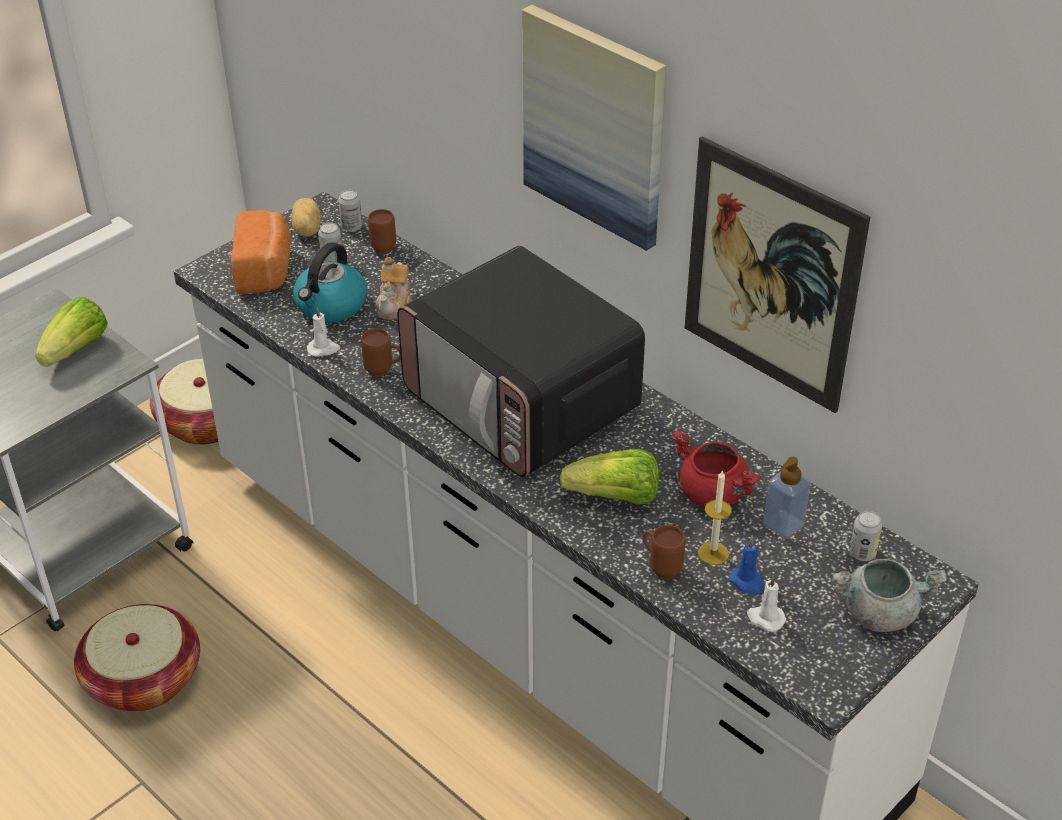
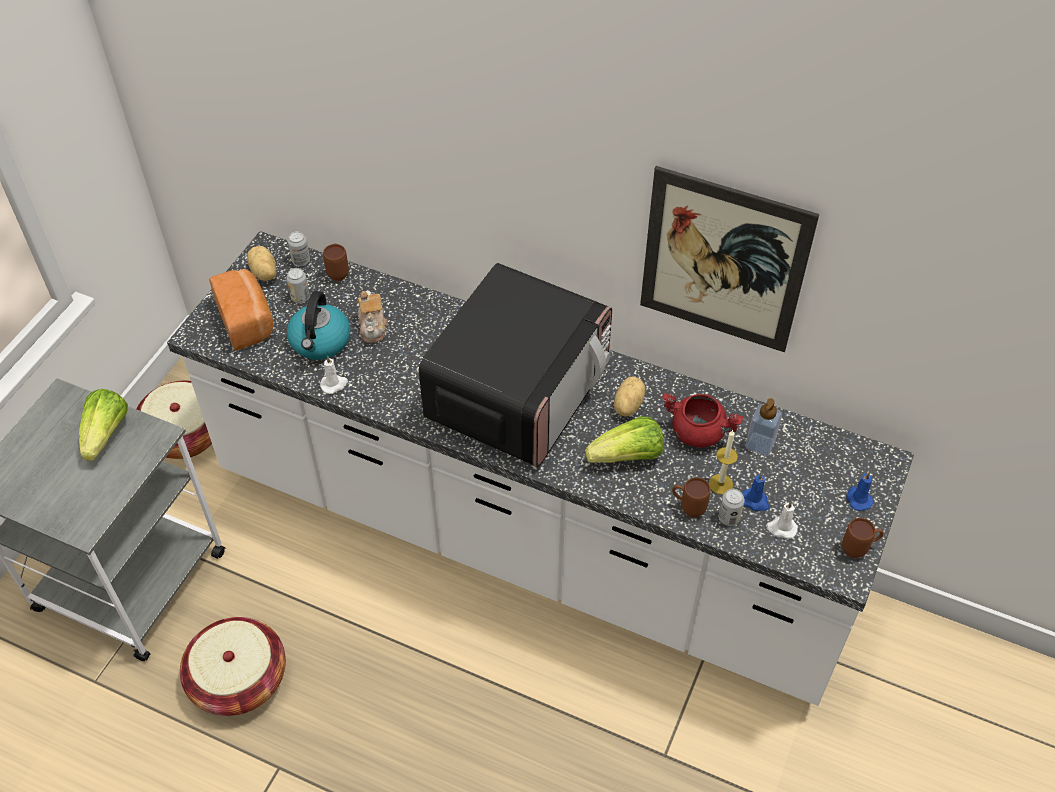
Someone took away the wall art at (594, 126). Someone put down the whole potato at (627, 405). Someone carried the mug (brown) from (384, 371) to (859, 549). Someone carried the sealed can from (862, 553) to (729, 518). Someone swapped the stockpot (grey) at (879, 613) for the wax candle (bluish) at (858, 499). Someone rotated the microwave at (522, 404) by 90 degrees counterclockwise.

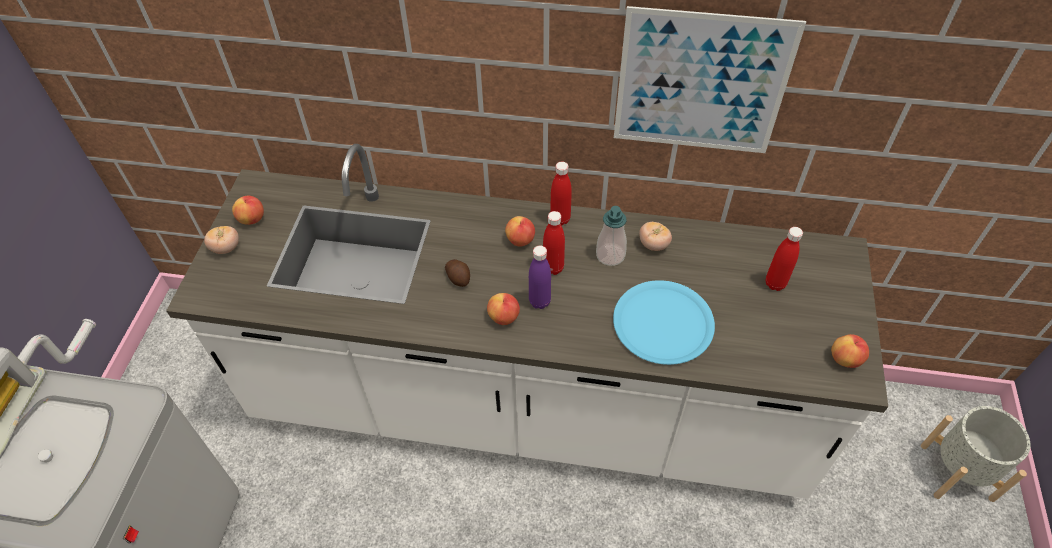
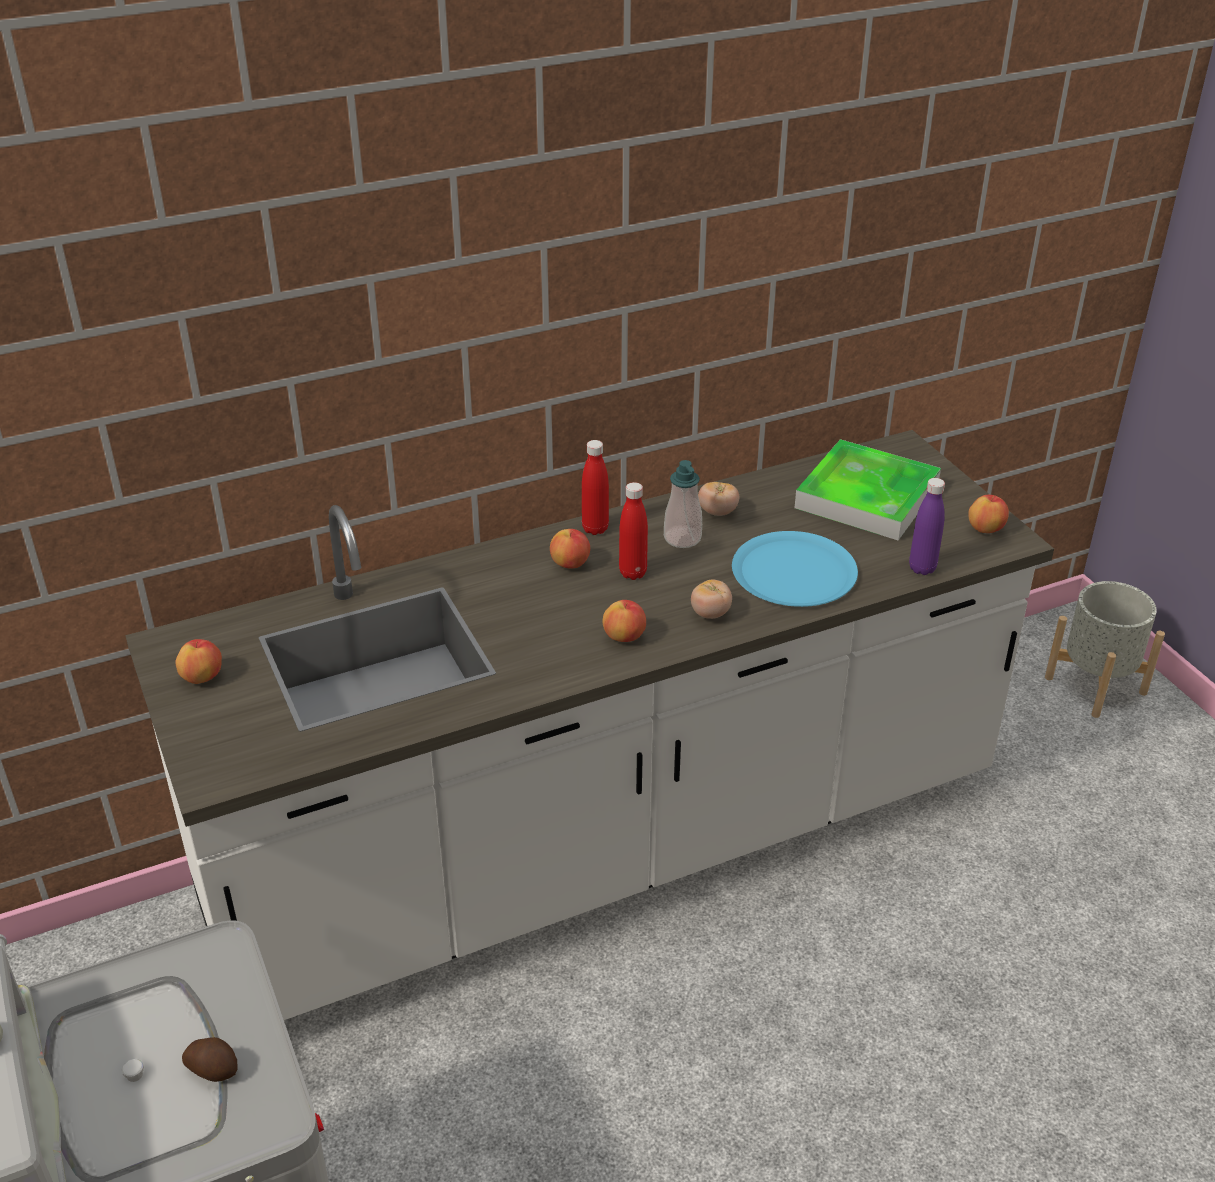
Someone took away the wall art at (701, 84). Someone carried the whole tomato from (226, 248) to (710, 613). Someone carried the whole potato from (458, 277) to (213, 1068). Someone carried the drink bottle (purple-coloured) from (539, 301) to (922, 568). Someone swapped the drink bottle (reddish) at (775, 283) for the carrying tray at (867, 497).

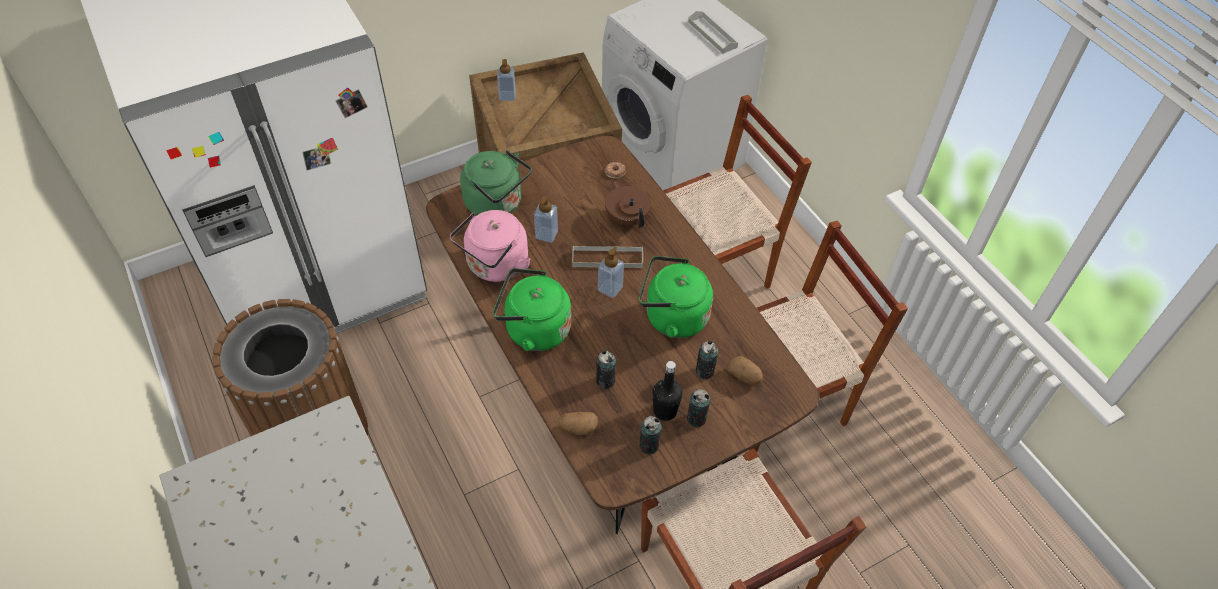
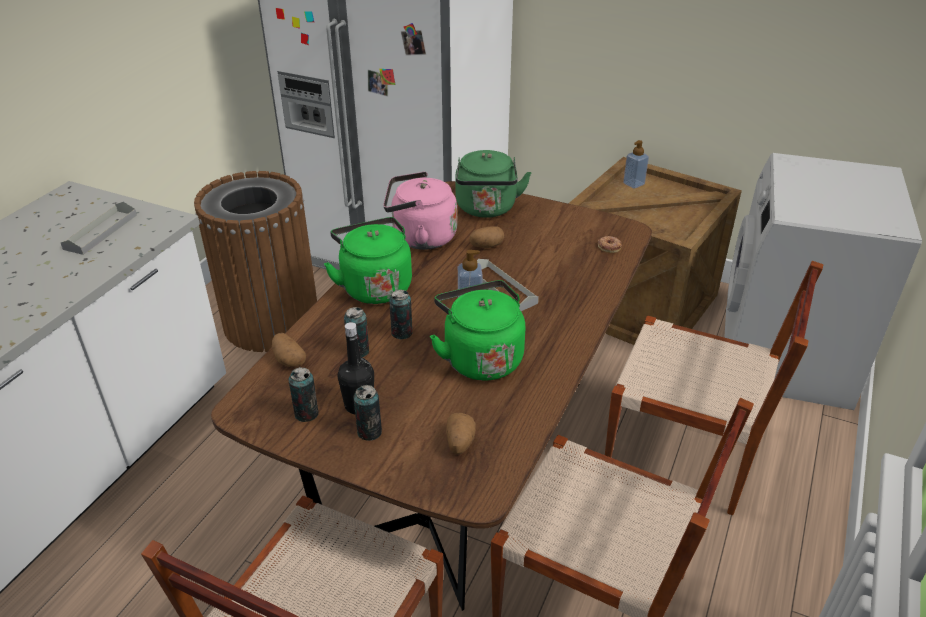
Someone took away the tea pot (brown) at (627, 218). Someone carried the carrying tray (grey) from (712, 34) to (101, 232). Someone carried the sealed can from (704, 371) to (402, 333). Someone swapped the liquid soap bottle at (546, 234) for the whole potato at (487, 245).

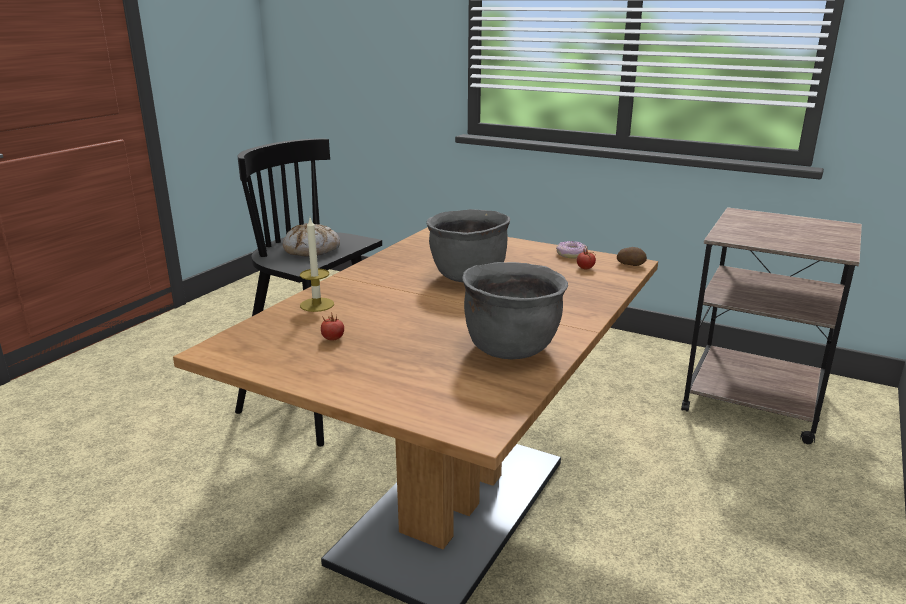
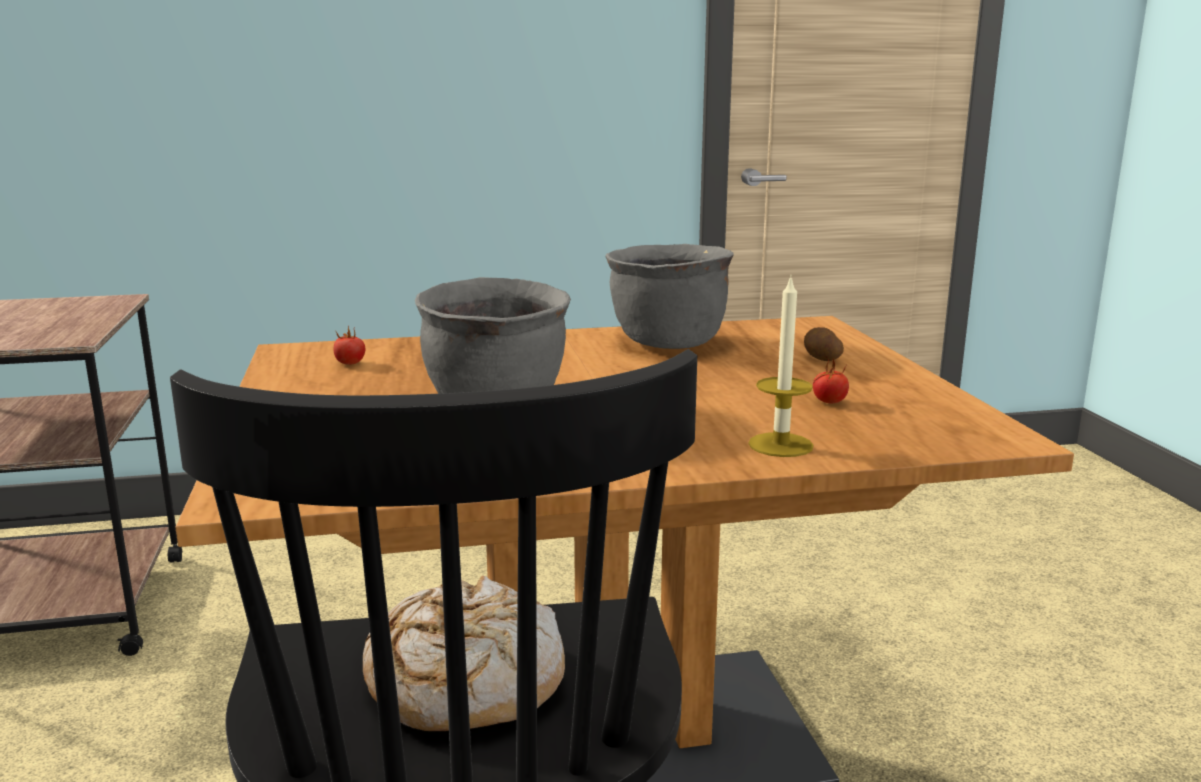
Someone took away the doughnut at (571, 254). Someone carried the whole potato from (630, 264) to (821, 358).

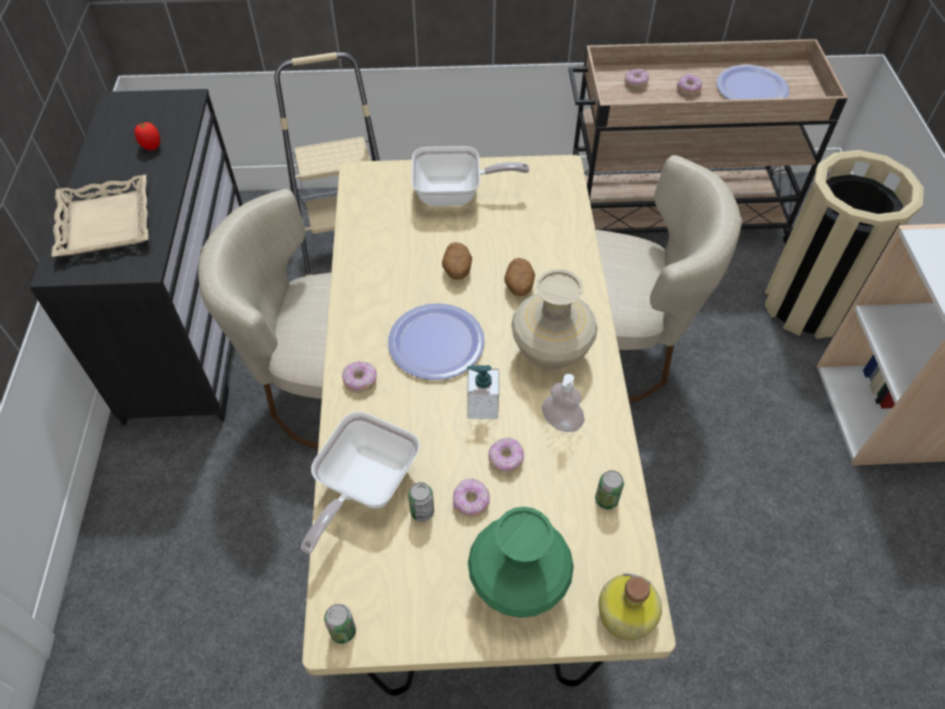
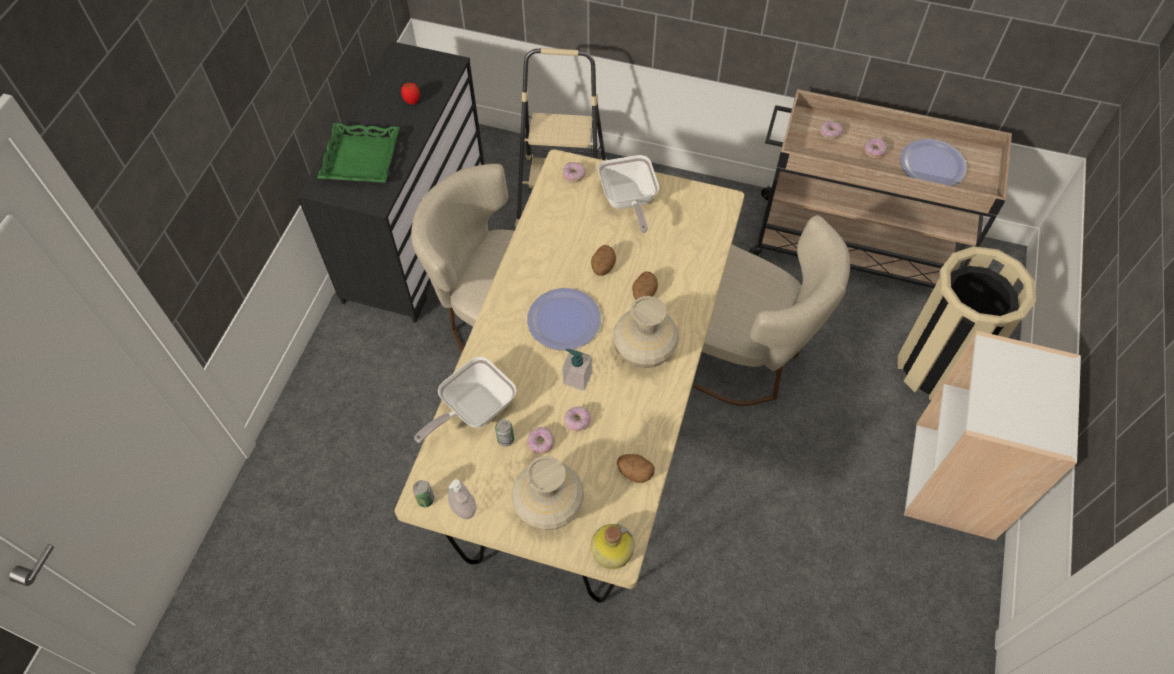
Someone carried the doughnut from (360, 381) to (574, 175). Someone carried the liquid soap bottle from (561, 422) to (463, 507). Someone swapped the sealed can at (606, 500) for the whole potato at (635, 472). Someone repainted the carrying tray (beige) at (104, 223), which became the carrying tray (green) at (360, 158). Someone repainted the vase (green) at (519, 584), which became the vase (beige) at (550, 508). Someone rotated the frying pan at (455, 195) by 60 degrees clockwise.

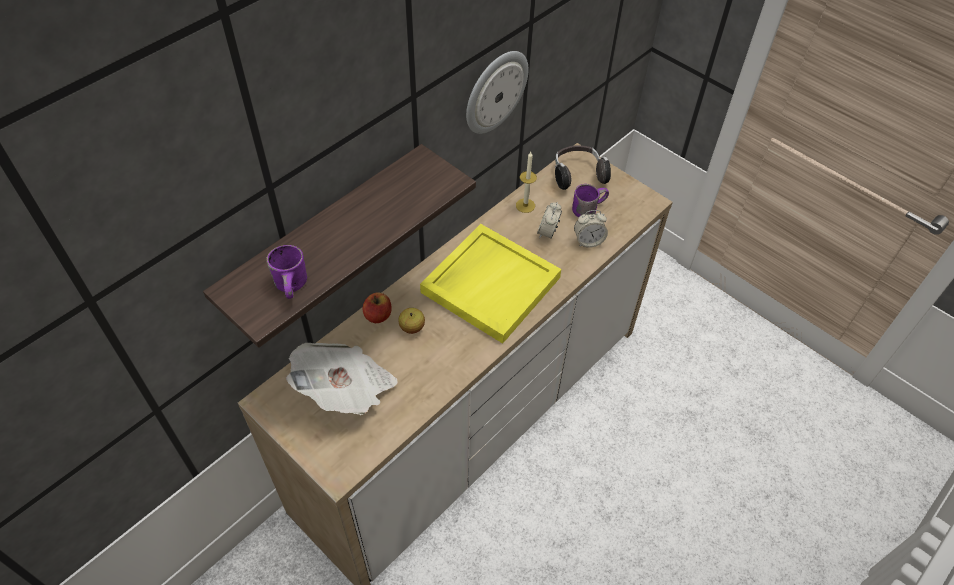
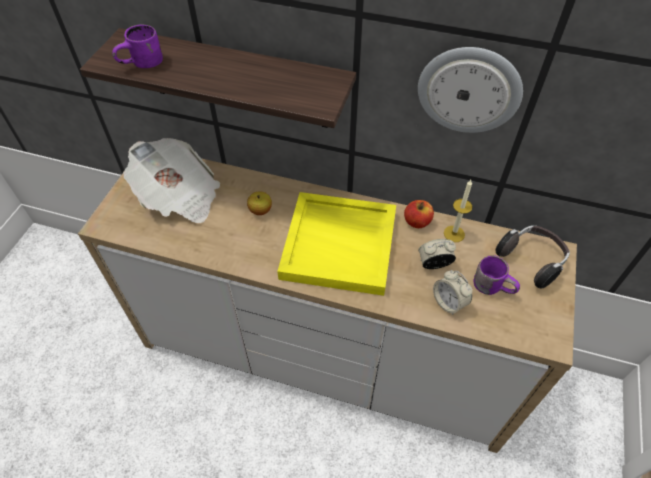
Someone carried the apple from (378, 315) to (417, 222).

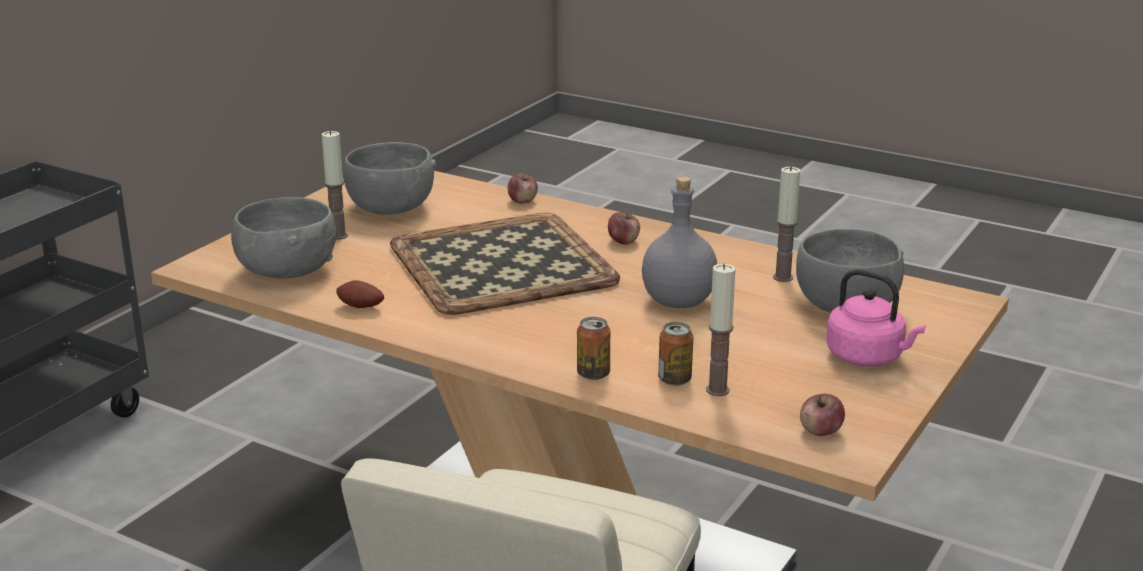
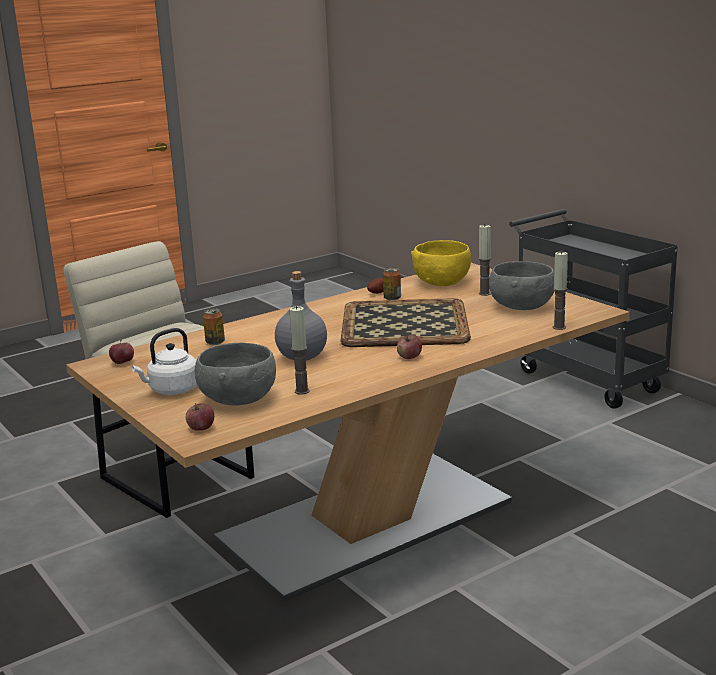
Someone carried the apple from (522, 201) to (201, 428). Someone carried the sealed can from (593, 374) to (392, 298). Someone carried the wax candle from (717, 390) to (559, 327). Someone repainted the deep dish (grey) at (286, 271), which became the deep dish (yellow) at (441, 282). Someone repainted the kettle (pink-coloured) at (868, 357), which became the kettle (whitish) at (172, 390).

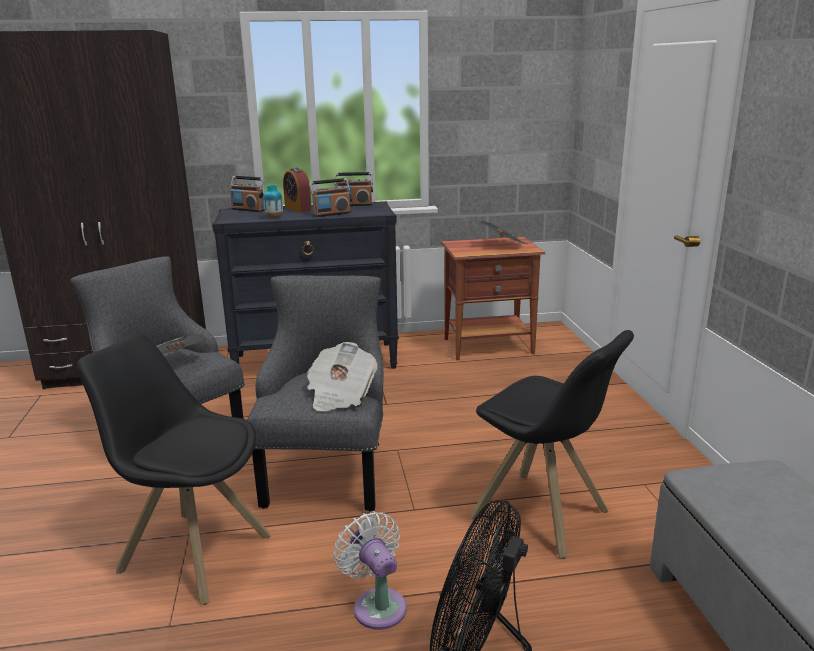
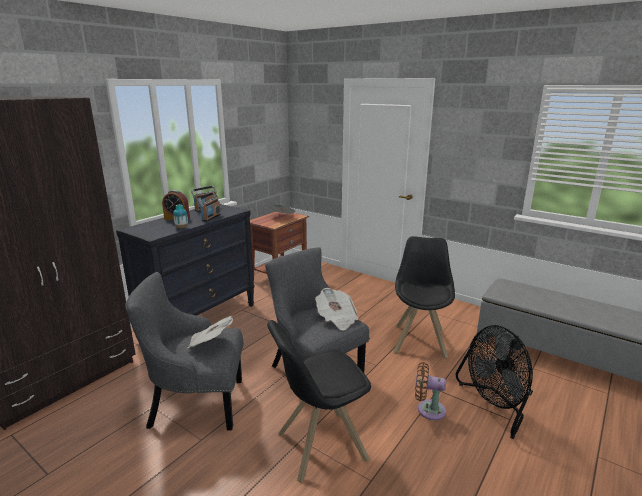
Someone took away the radio at (248, 210). Someone repainted the cooling fan (whitish) at (377, 605), which became the cooling fan (brown) at (428, 409). Someone rotated the chair (blackish) at (541, 514) by 75 degrees counterclockwise.

